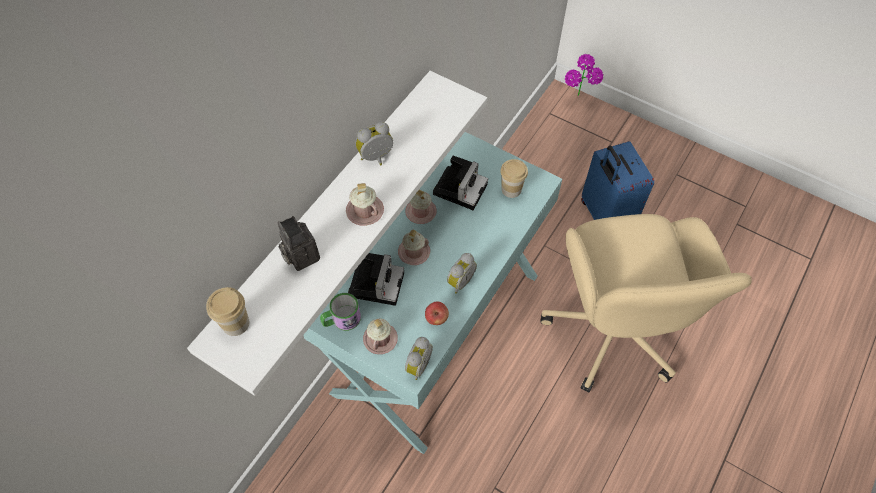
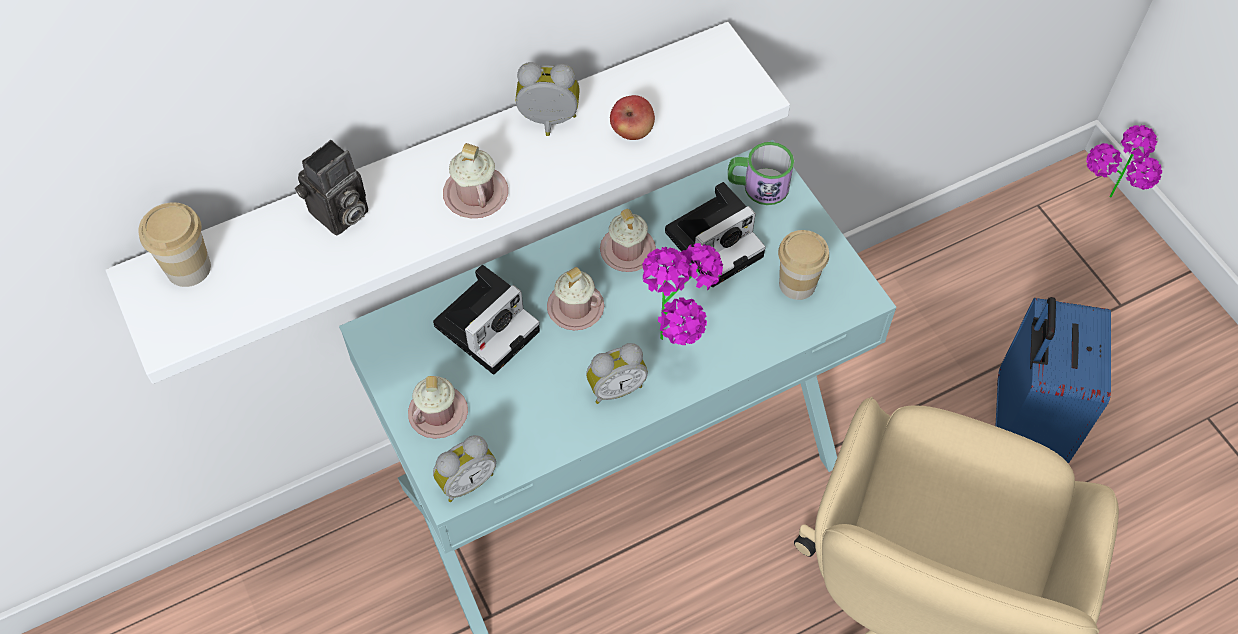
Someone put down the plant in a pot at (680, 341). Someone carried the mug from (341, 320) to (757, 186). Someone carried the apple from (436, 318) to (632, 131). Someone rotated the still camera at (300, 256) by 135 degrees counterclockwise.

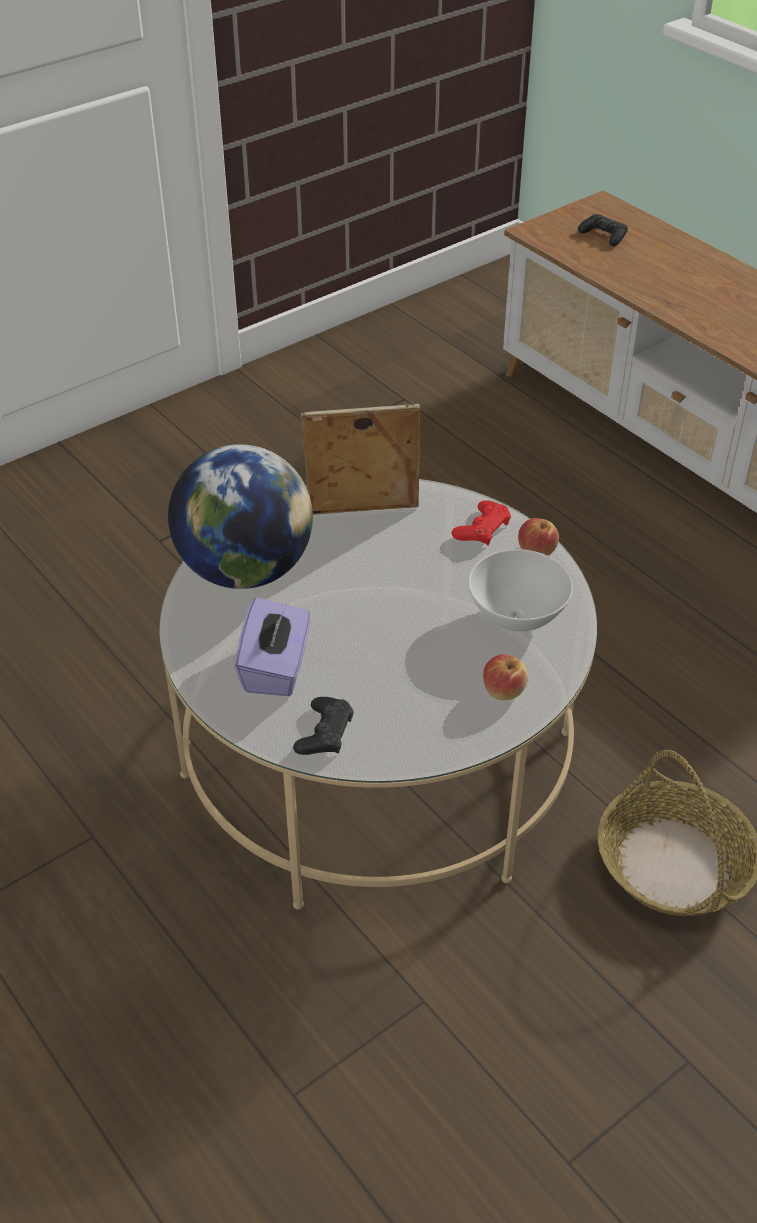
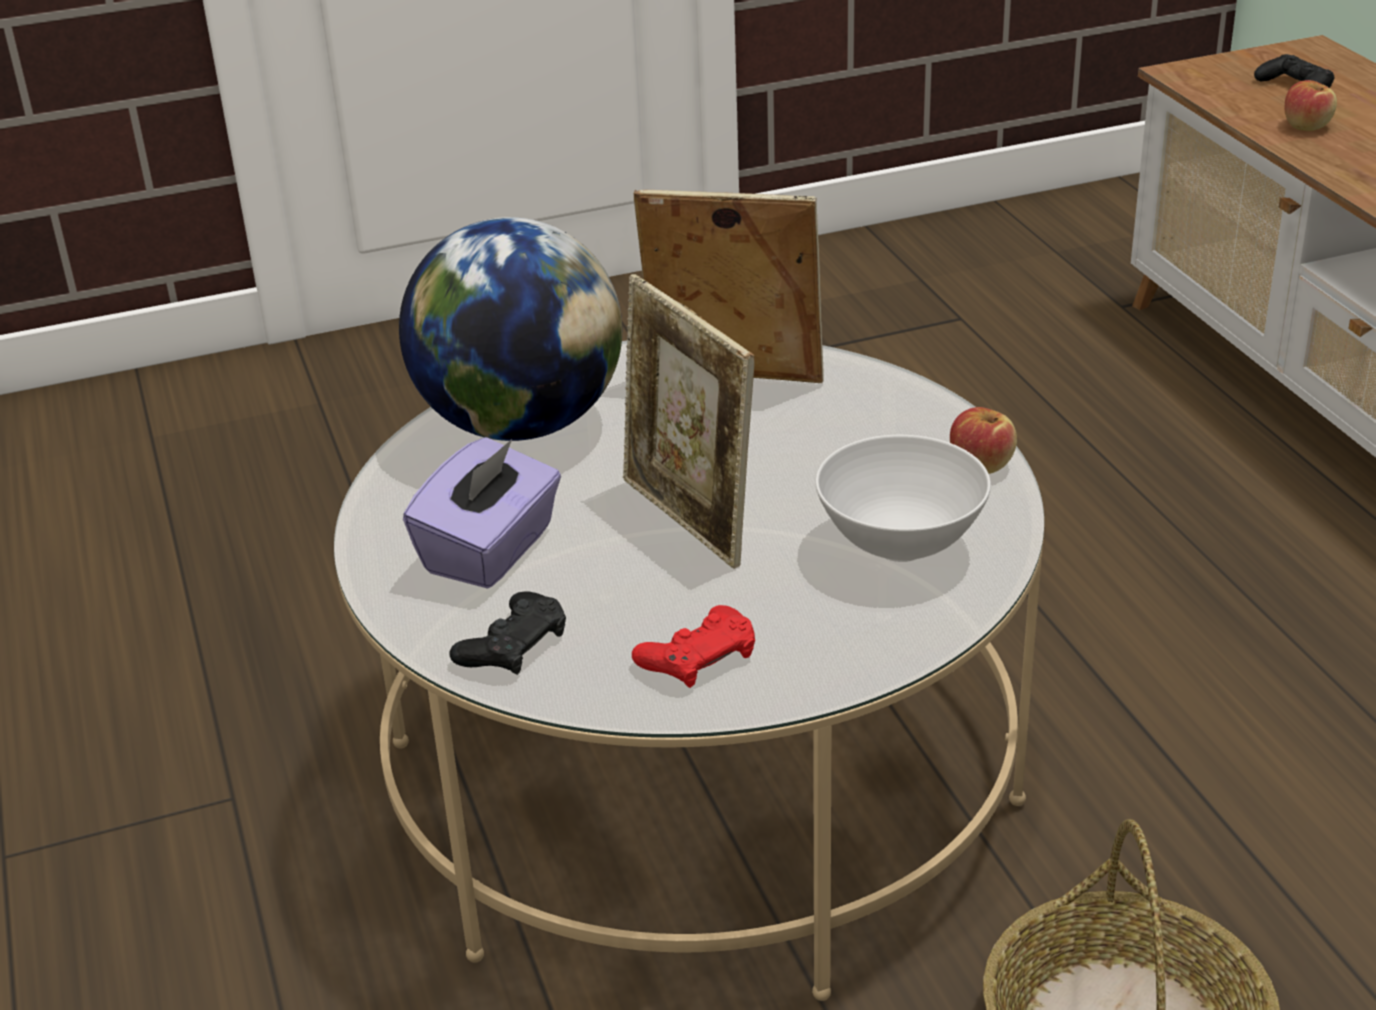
Someone put down the picture frame at (688, 520). Someone carried the gamepad (reddish) from (482, 529) to (698, 657). Someone carried the apple from (503, 690) to (1306, 126).

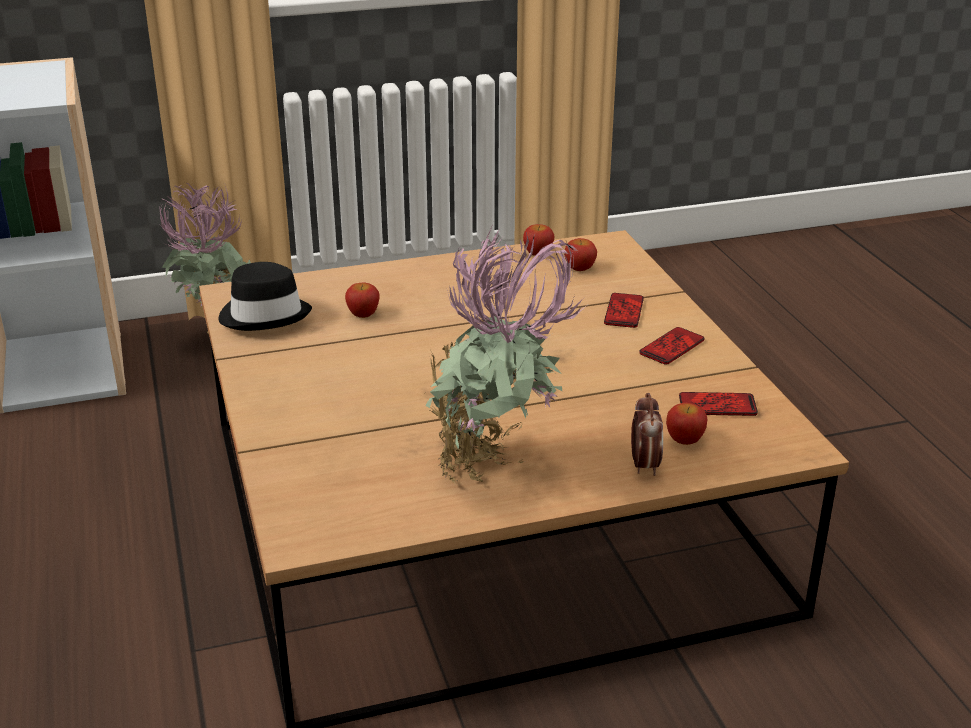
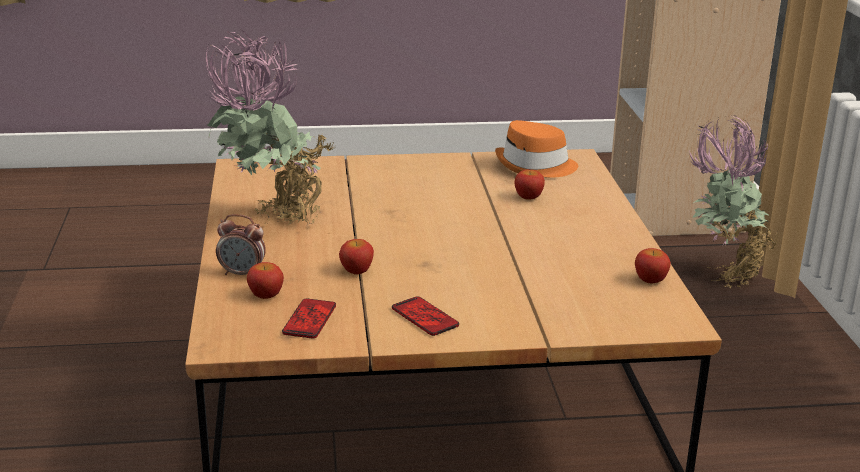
Someone took away the telephone at (624, 311). Someone carried the apple from (580, 268) to (356, 271). Someone repainted the wearable hat (blackish) at (265, 315), which became the wearable hat (orangey) at (536, 166).

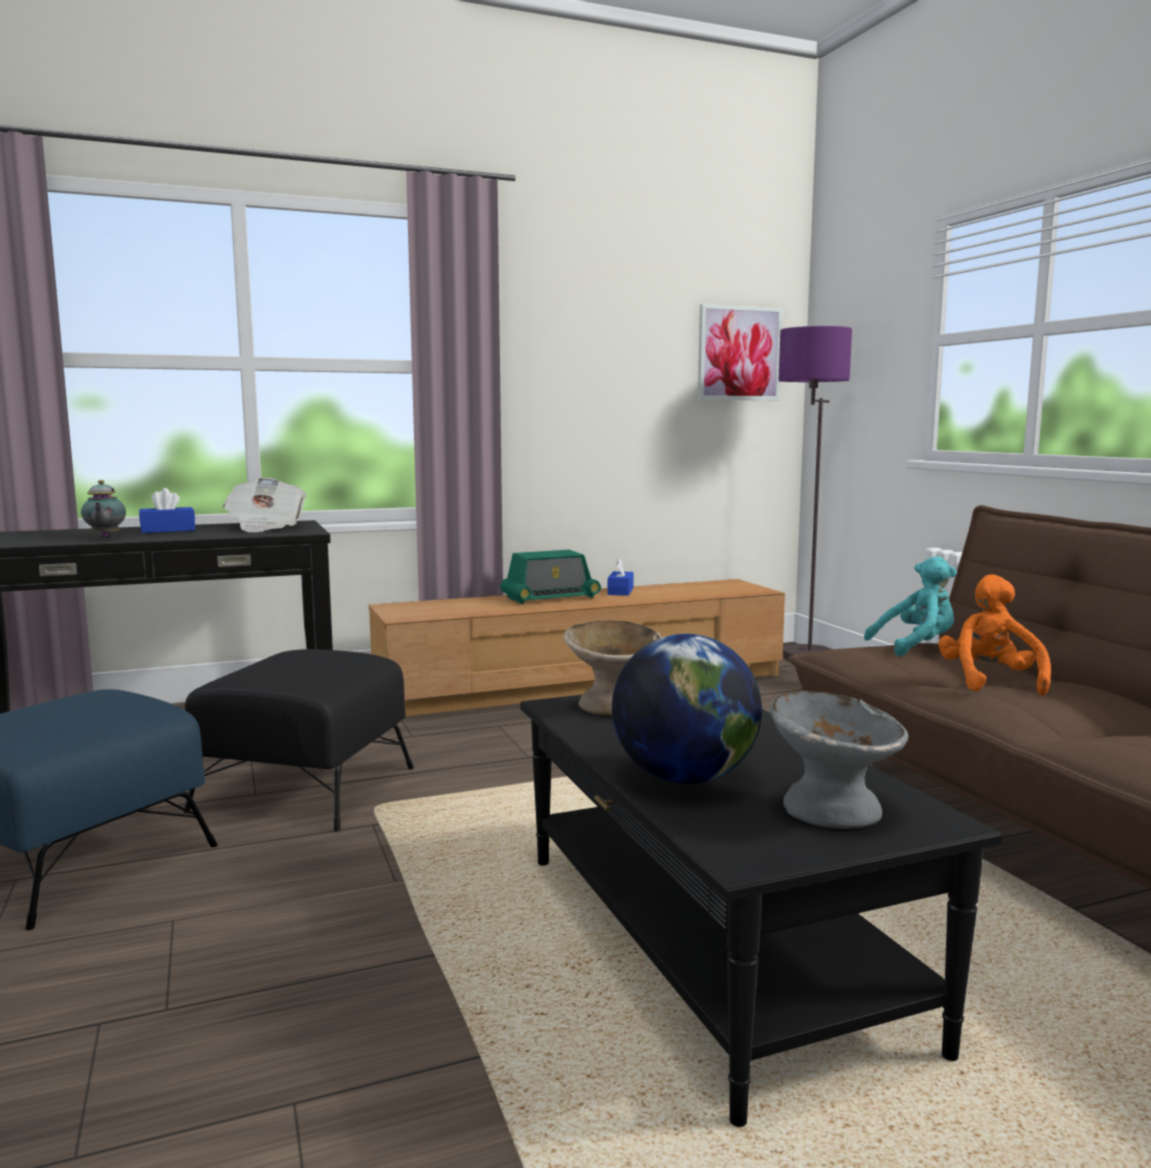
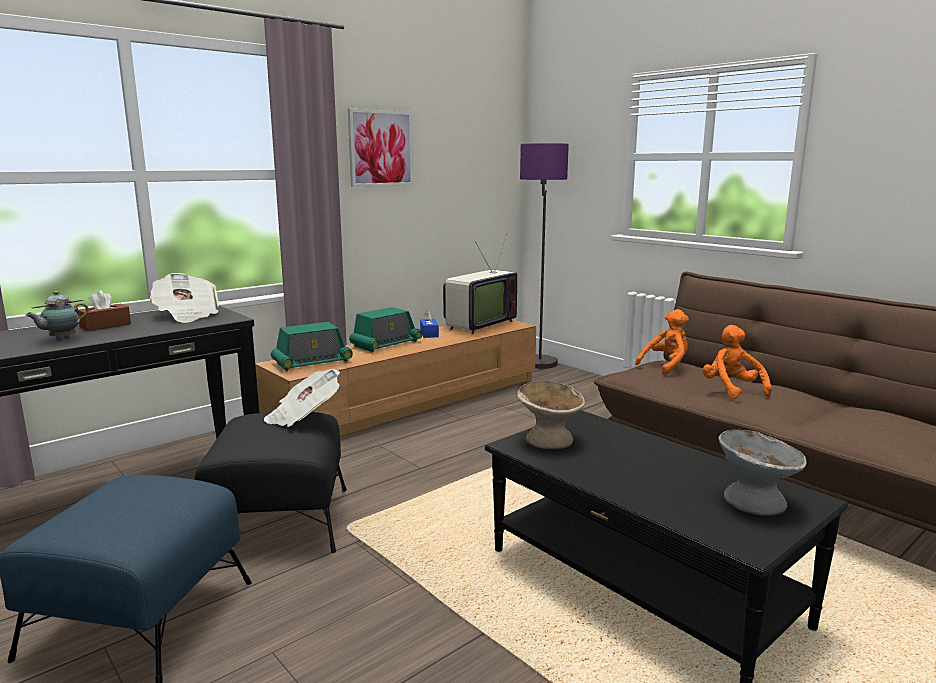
Someone took away the world globe at (684, 778). Someone put down the daily paper at (303, 417). Someone put down the radio at (312, 362). Someone put down the TV at (478, 325). Someone carried the wall art from (739, 353) to (380, 148). Someone repainted the tissue box (bluish) at (168, 530), which became the tissue box (brown) at (105, 325). Someone repainted the soft toy (turquoise-coloured) at (916, 647), which became the soft toy (orangey) at (666, 366). Someone rotated the tea pot at (105, 537) by 75 degrees clockwise.

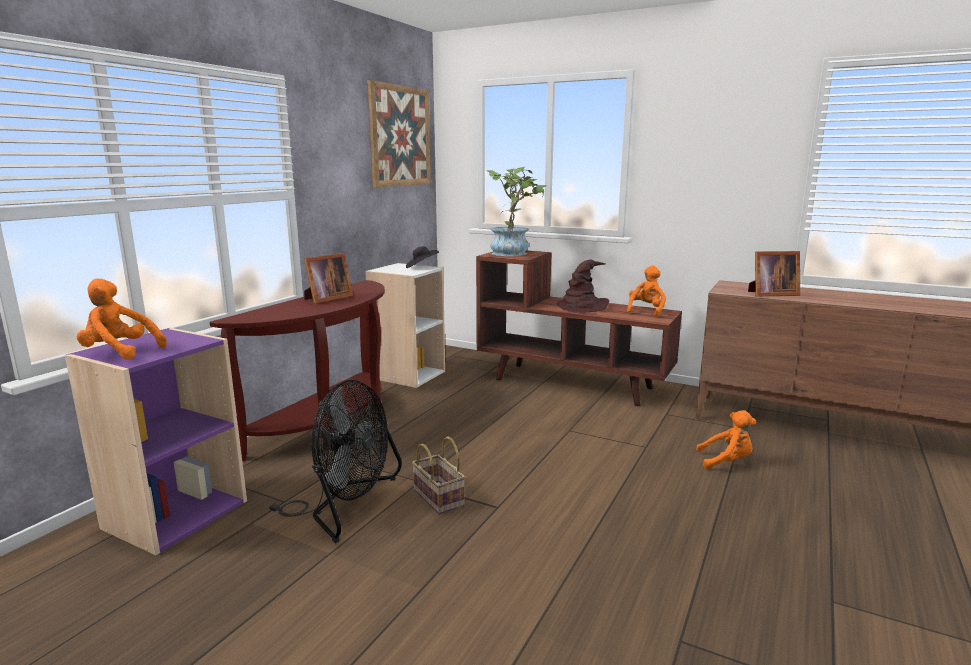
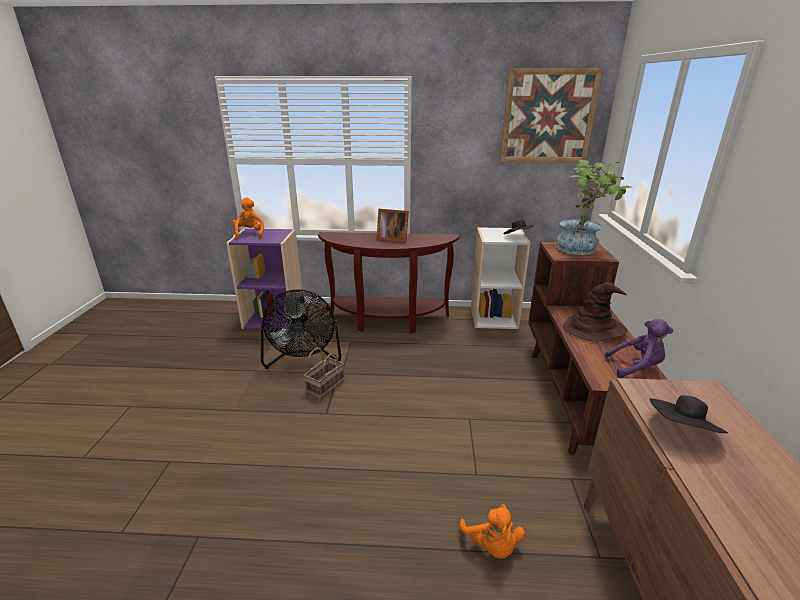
Someone swapped the picture frame at (770, 294) for the wearable hat (blackish) at (682, 431). Someone repainted the soft toy (orangey) at (646, 311), which became the soft toy (purple-coloured) at (636, 367).

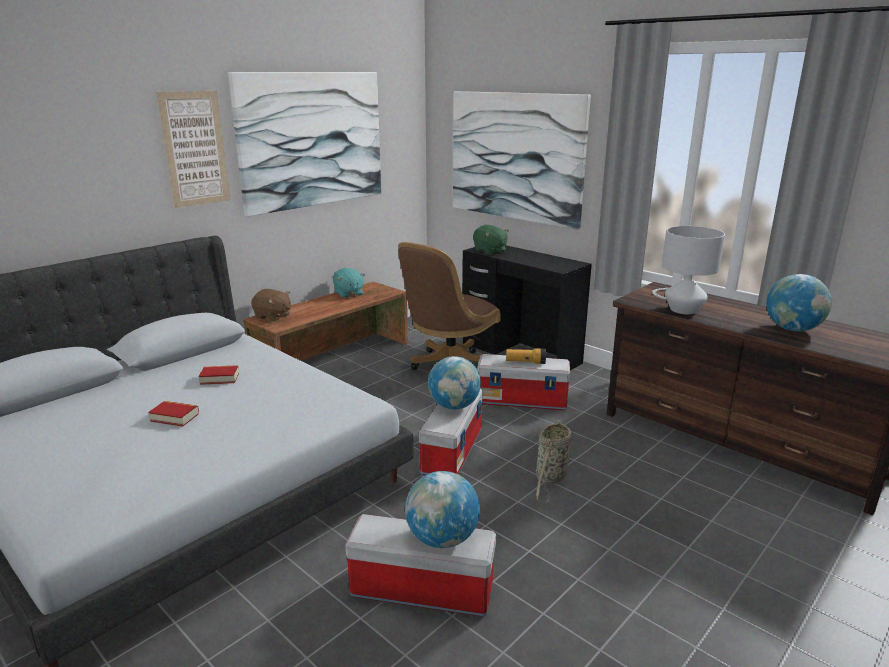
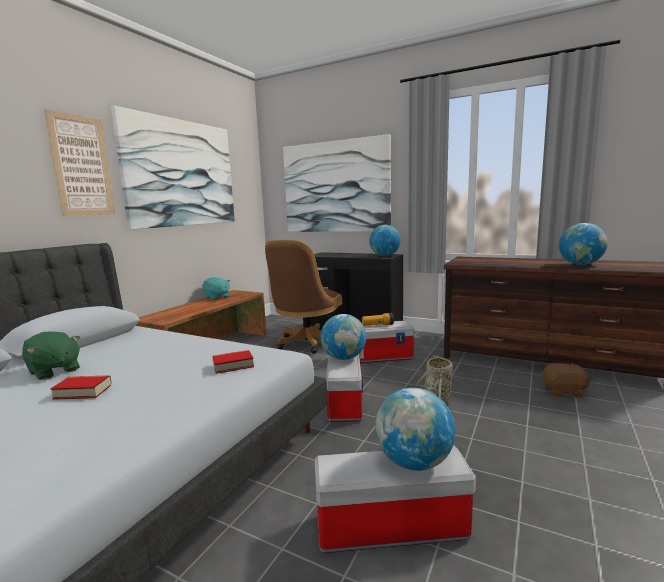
Someone took away the tabletop lamp (whitish) at (679, 303). Someone put down the world globe at (385, 256). Someone carried the book from (220, 378) to (233, 365). Someone carried the soft toy (brown) from (273, 316) to (564, 392). Someone carried the soft toy (green) from (490, 251) to (54, 371).

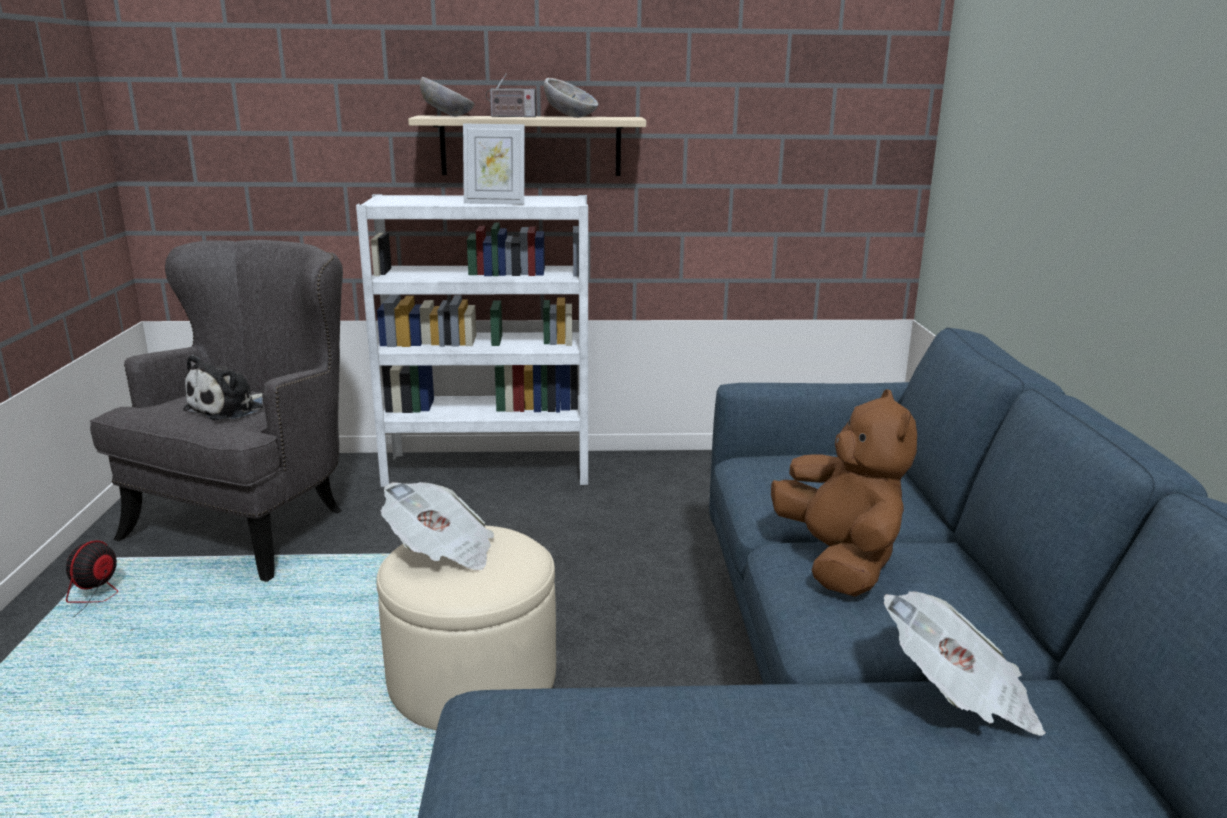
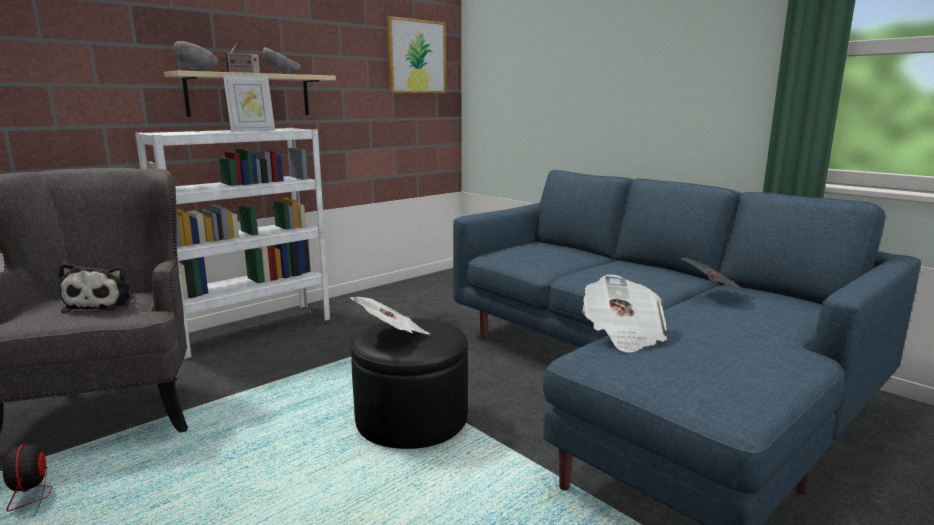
Someone took away the soft toy (brown) at (839, 561). Someone put up the wall art at (416, 56). Someone put down the daily paper at (622, 335). Someone repainted the ottoman (beige) at (472, 678), which became the ottoman (blackish) at (411, 418).

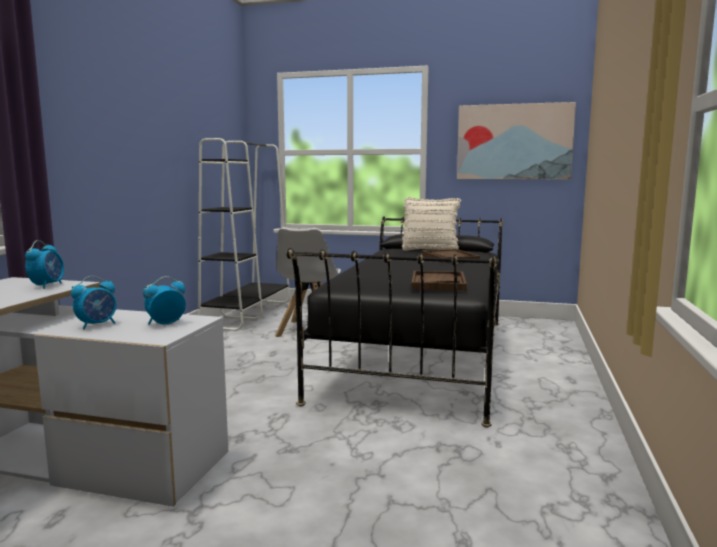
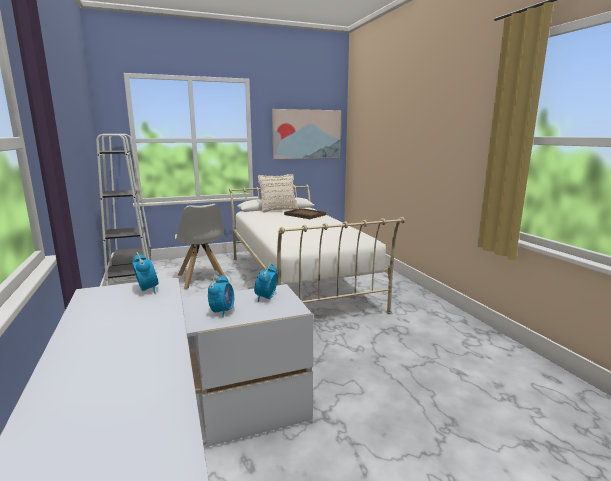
Someone took away the carrying tray (brown) at (438, 283). Someone repainted the bed (blackish) at (418, 356), which became the bed (whitish) at (298, 281).

